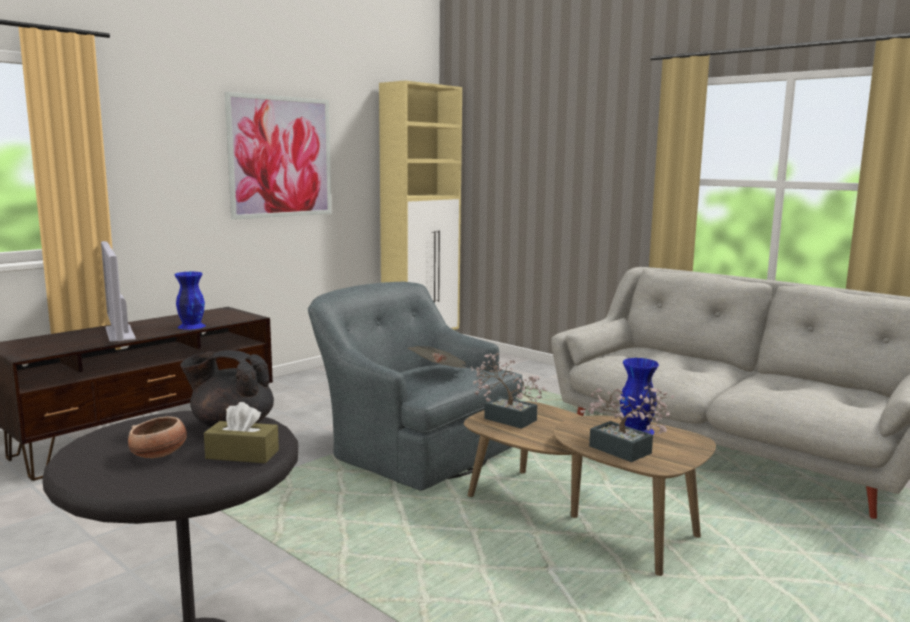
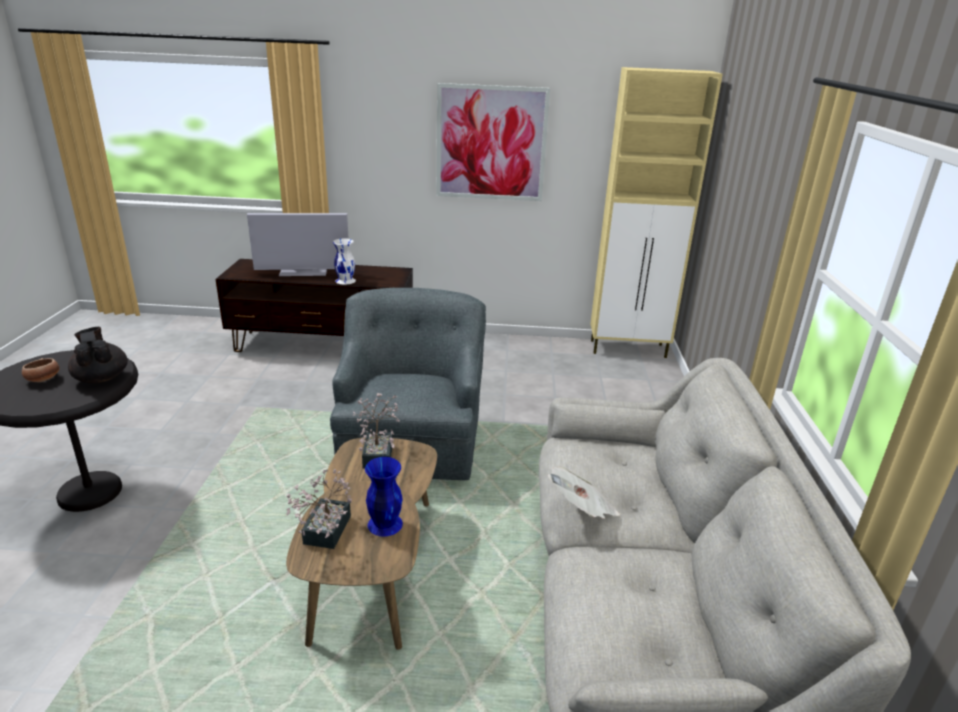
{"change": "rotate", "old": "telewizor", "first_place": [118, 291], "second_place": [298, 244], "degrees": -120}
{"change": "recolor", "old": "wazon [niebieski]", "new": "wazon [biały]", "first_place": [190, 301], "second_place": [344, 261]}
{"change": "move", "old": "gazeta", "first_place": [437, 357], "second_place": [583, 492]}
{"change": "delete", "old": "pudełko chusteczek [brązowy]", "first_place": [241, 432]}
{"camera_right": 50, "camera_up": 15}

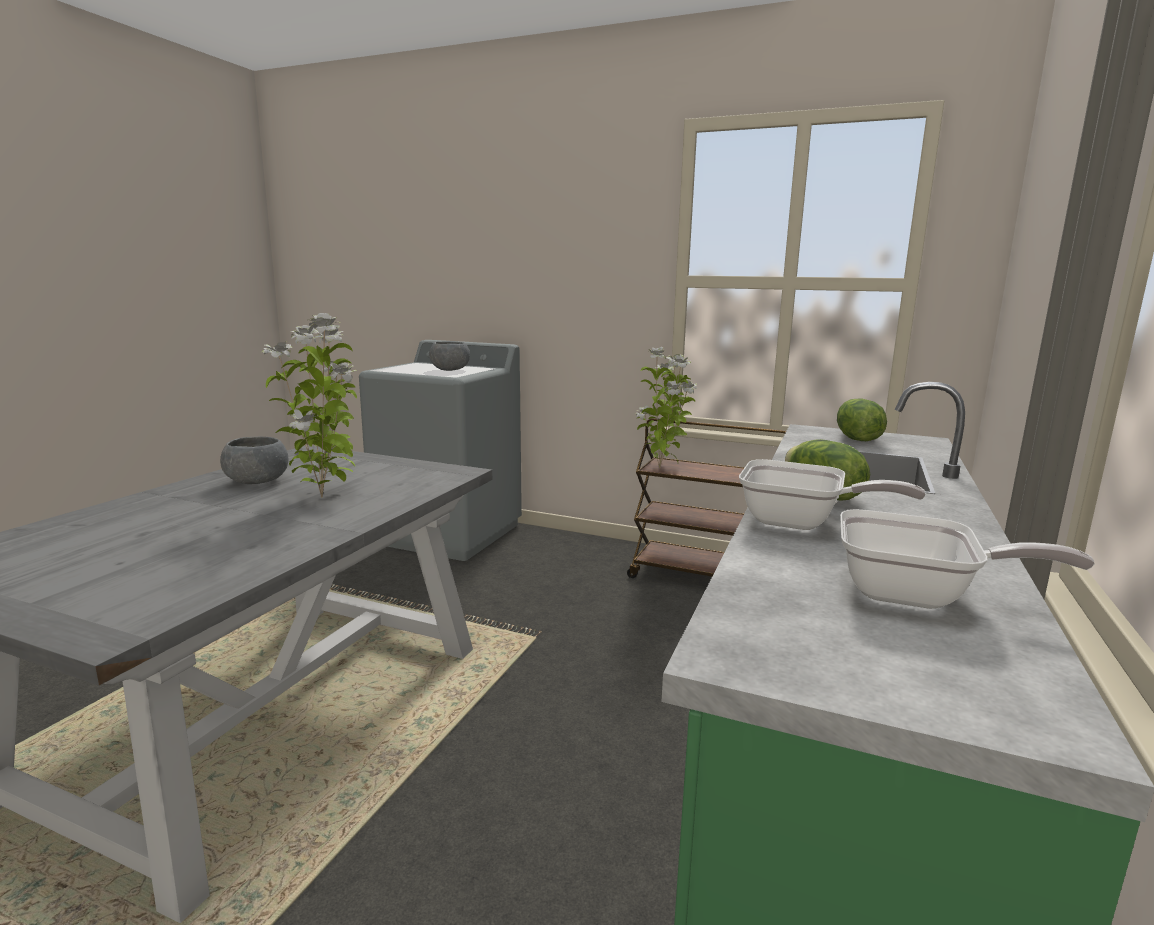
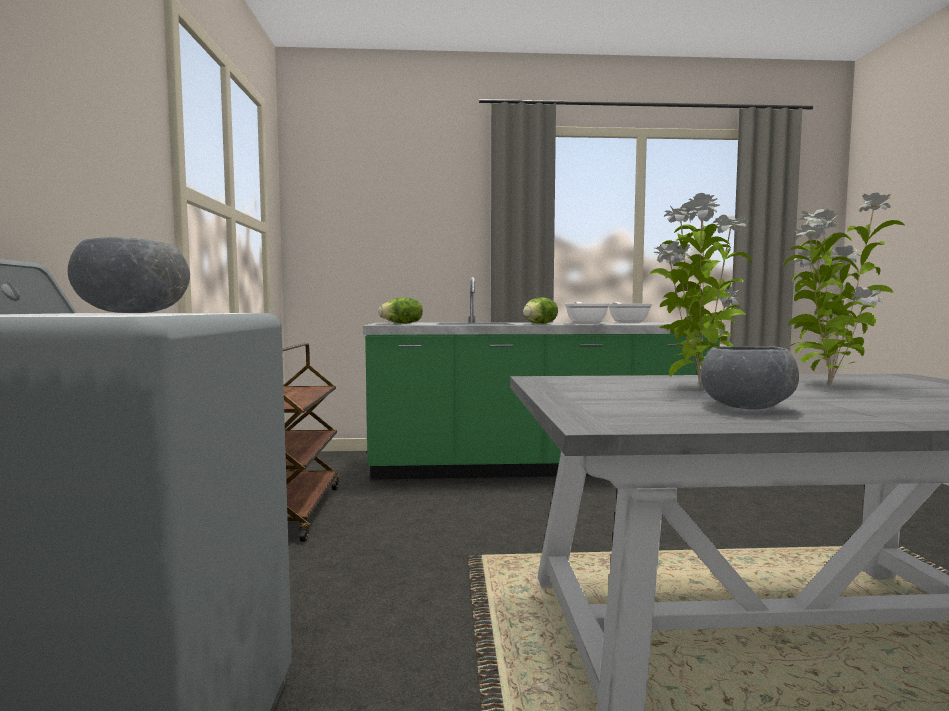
{"change": "move", "old": "roślina doniczkowa", "first_place": [666, 407], "second_place": [844, 289]}
{"camera_right": -115, "camera_up": -10}

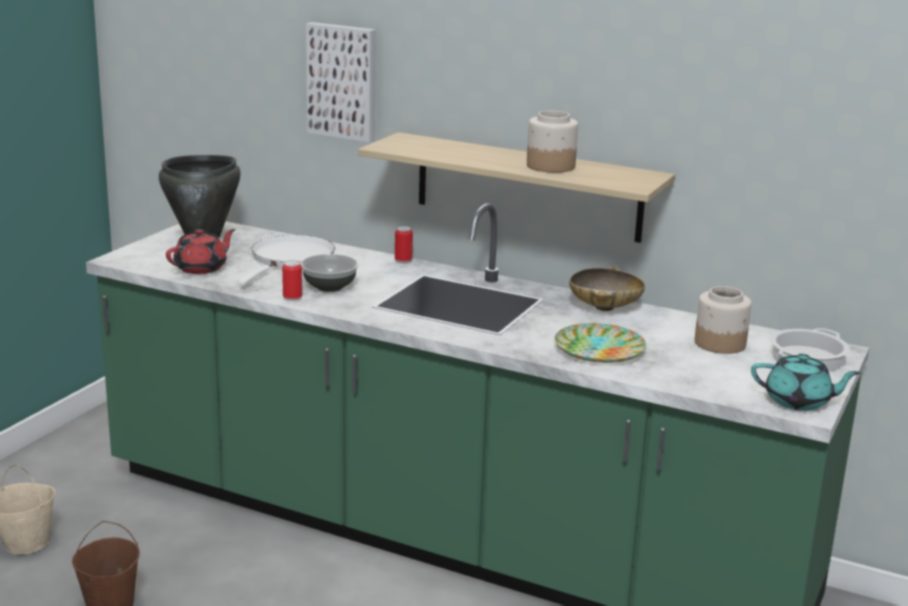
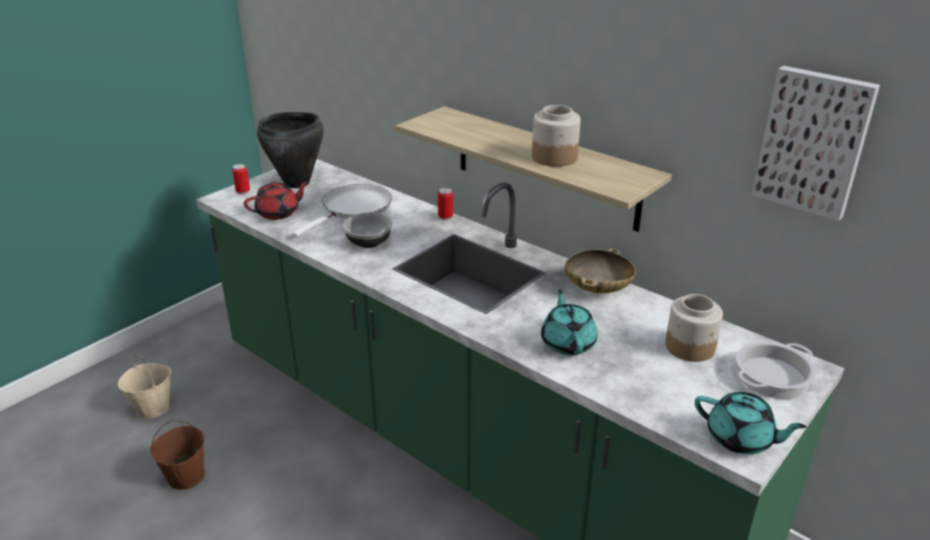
{"change": "move", "old": "obraz", "first_place": [341, 82], "second_place": [816, 143]}
{"change": "move", "old": "puszka", "first_place": [292, 281], "second_place": [241, 179]}
{"change": "replace", "old": "talerz", "new": "imbryk [turkusowy]", "first_place": [600, 343], "second_place": [569, 322]}
{"camera_right": 15, "camera_up": 10}

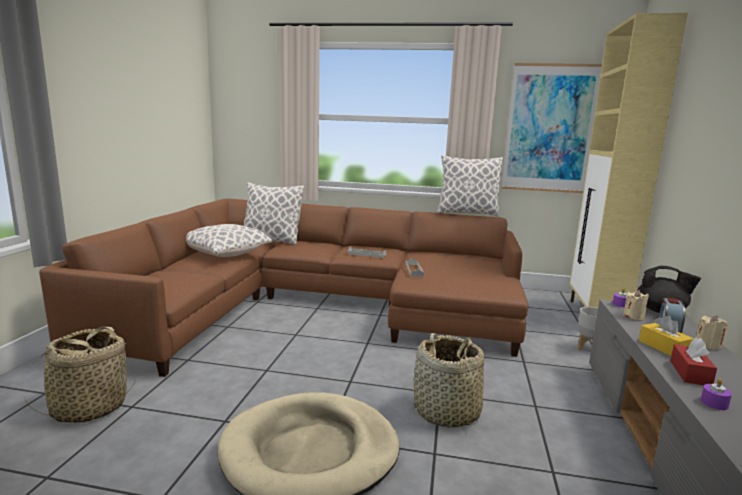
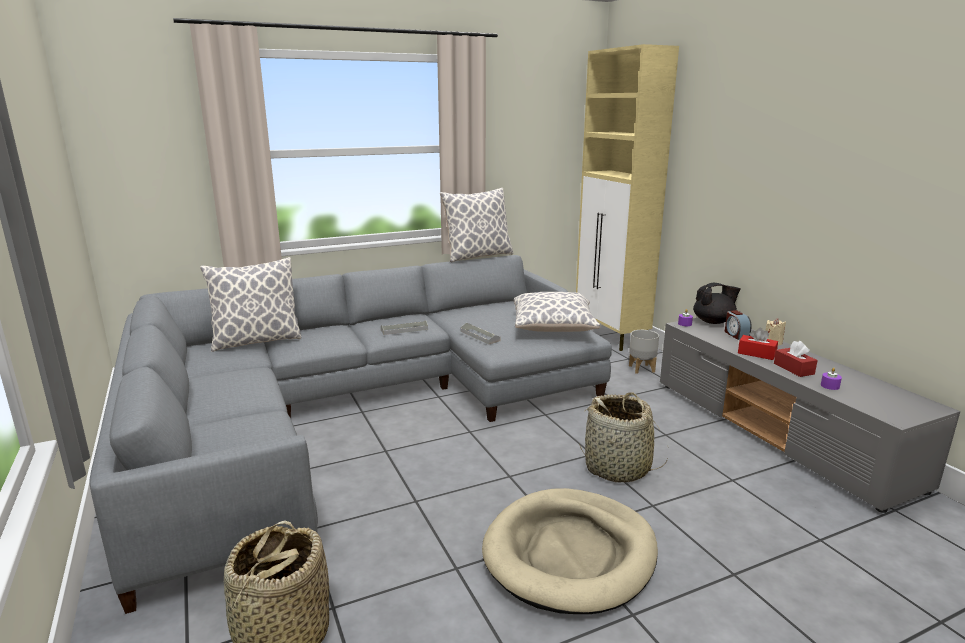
{"change": "delete", "old": "obraz", "first_place": [552, 128]}
{"change": "recolor", "old": "kanapa [brązowy]", "new": "kanapa [szary]", "first_place": [283, 287], "second_place": [350, 434]}
{"change": "move", "old": "poduszka", "first_place": [229, 240], "second_place": [557, 312]}
{"change": "delete", "old": "świeca [beżowy]", "first_place": [636, 305]}
{"change": "recolor", "old": "pudełko chusteczek [żółty]", "new": "pudełko chusteczek [czerwony]", "first_place": [666, 335], "second_place": [758, 344]}
{"camera_right": -35, "camera_up": 5}

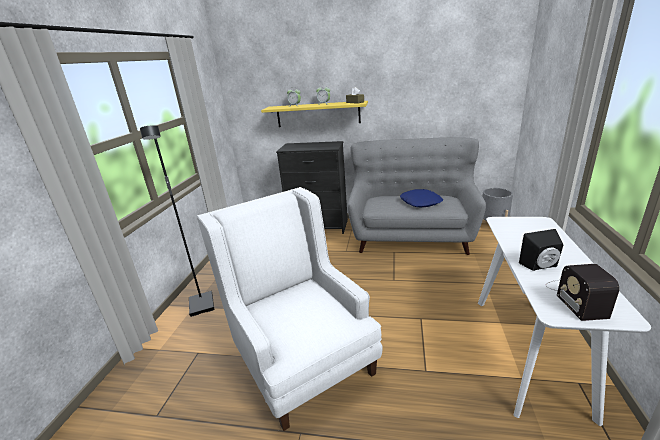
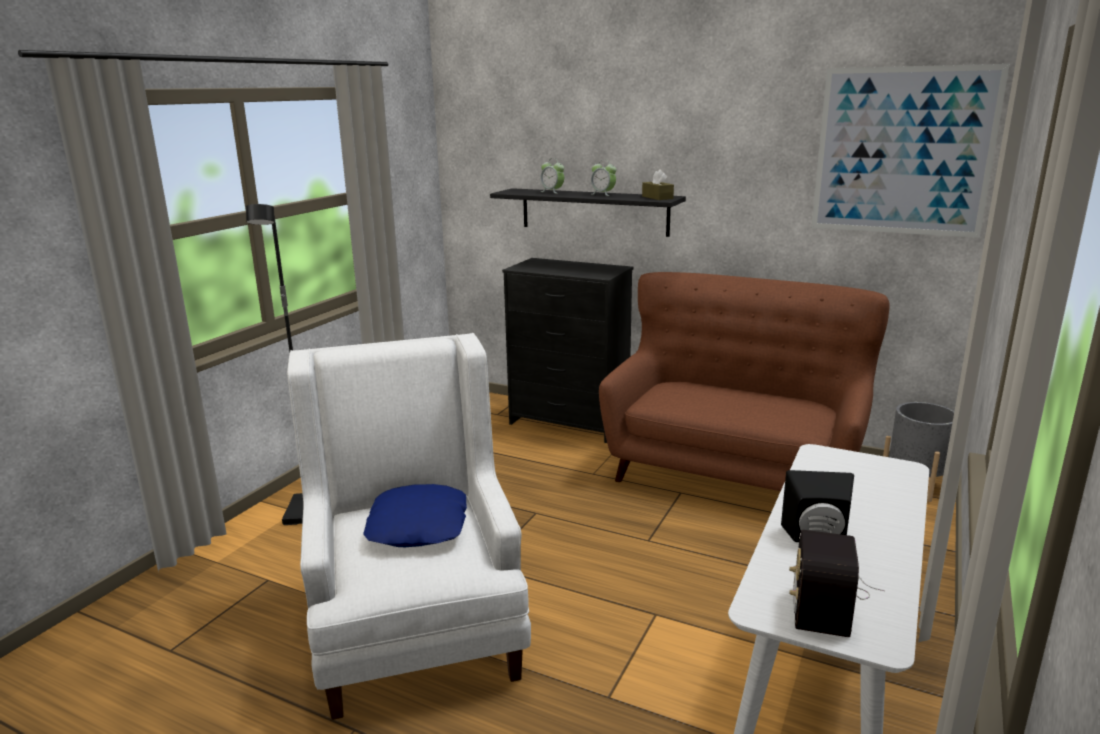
{"change": "recolor", "old": "półka [żółty]", "new": "półka [czarny]", "first_place": [314, 114], "second_place": [588, 212]}
{"change": "recolor", "old": "kanapa [szary]", "new": "kanapa [brązowy]", "first_place": [416, 196], "second_place": [744, 381]}
{"change": "move", "old": "poduszka [niebieski]", "first_place": [421, 198], "second_place": [415, 515]}
{"change": "insert", "new": "obraz", "second_place": [910, 151]}
{"camera_right": 15, "camera_up": -5}

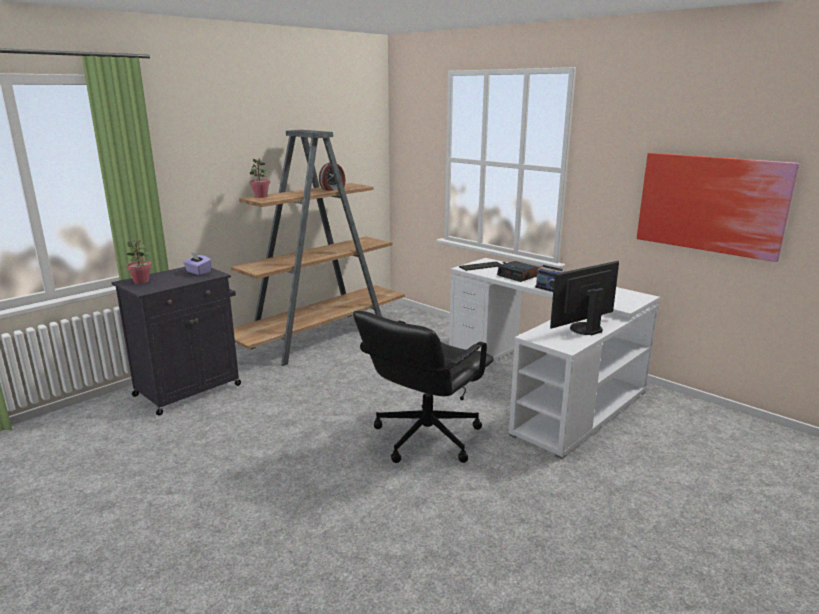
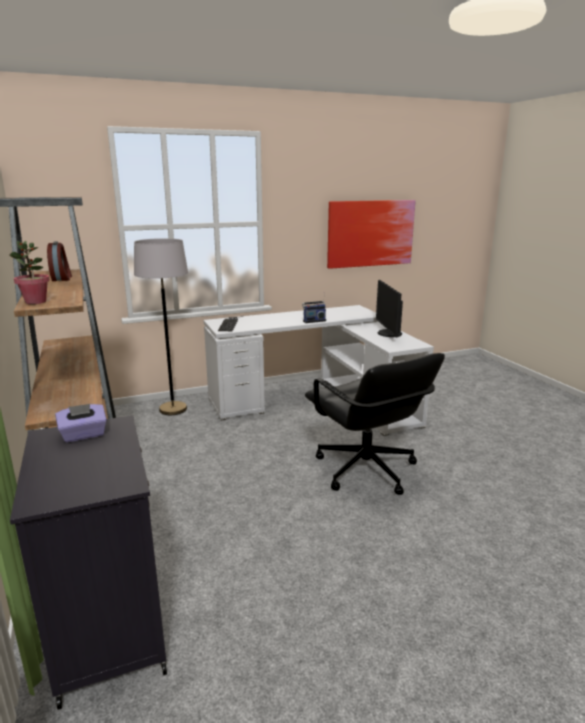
{"change": "delete", "old": "roślina doniczkowa", "first_place": [139, 261]}
{"change": "delete", "old": "budzik", "first_place": [518, 271]}
{"change": "insert", "new": "lampa stojąca [szary]", "second_place": [161, 326]}
{"camera_right": -65, "camera_up": 0}

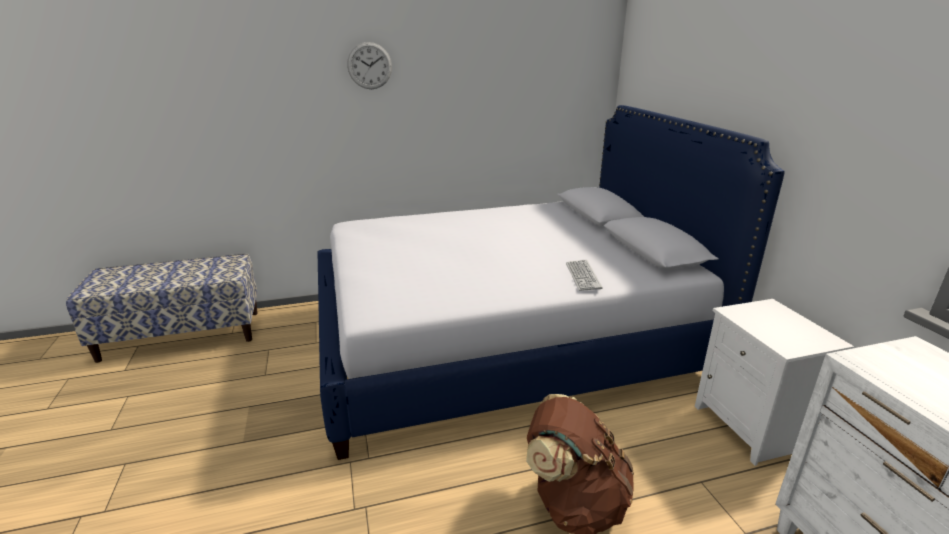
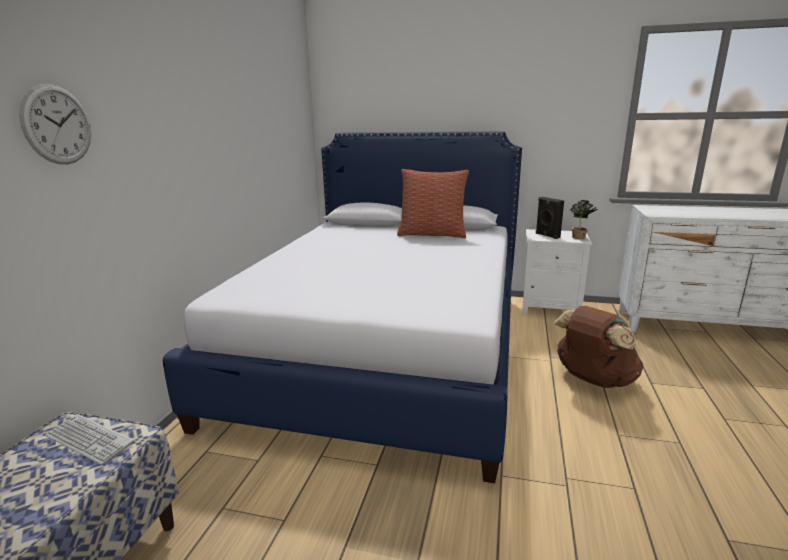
{"change": "move", "old": "zegar ścienny", "first_place": [369, 65], "second_place": [55, 124]}
{"change": "move", "old": "klawiatura", "first_place": [584, 275], "second_place": [89, 439]}
{"change": "insert", "new": "poduszka", "second_place": [433, 203]}
{"change": "insert", "new": "głośnik [czarny]", "second_place": [550, 218]}
{"change": "insert", "new": "roślina doniczkowa", "second_place": [584, 219]}
{"camera_right": -60, "camera_up": -5}

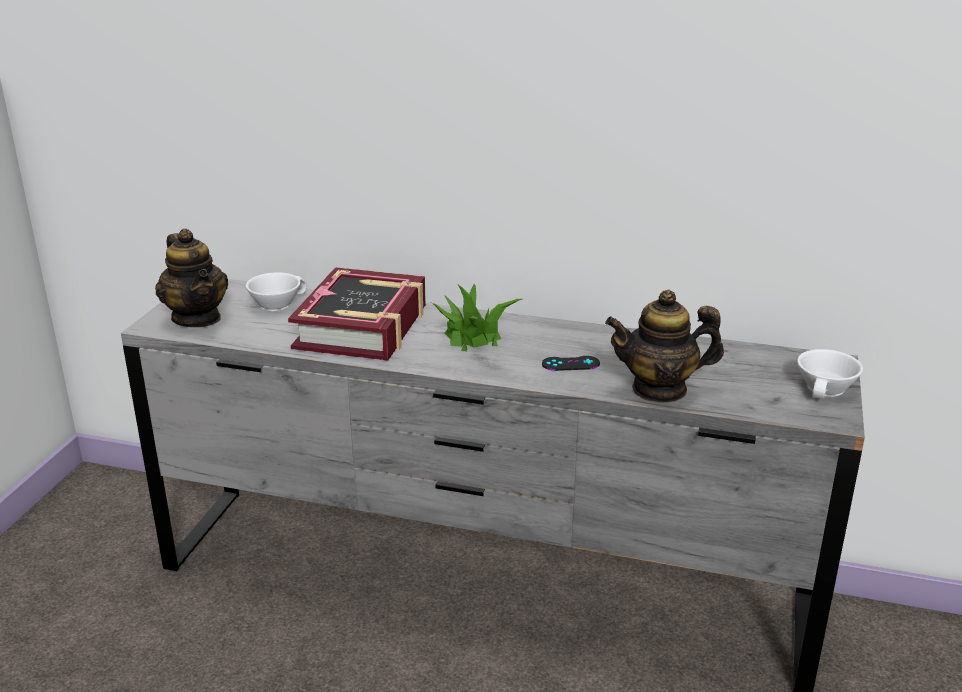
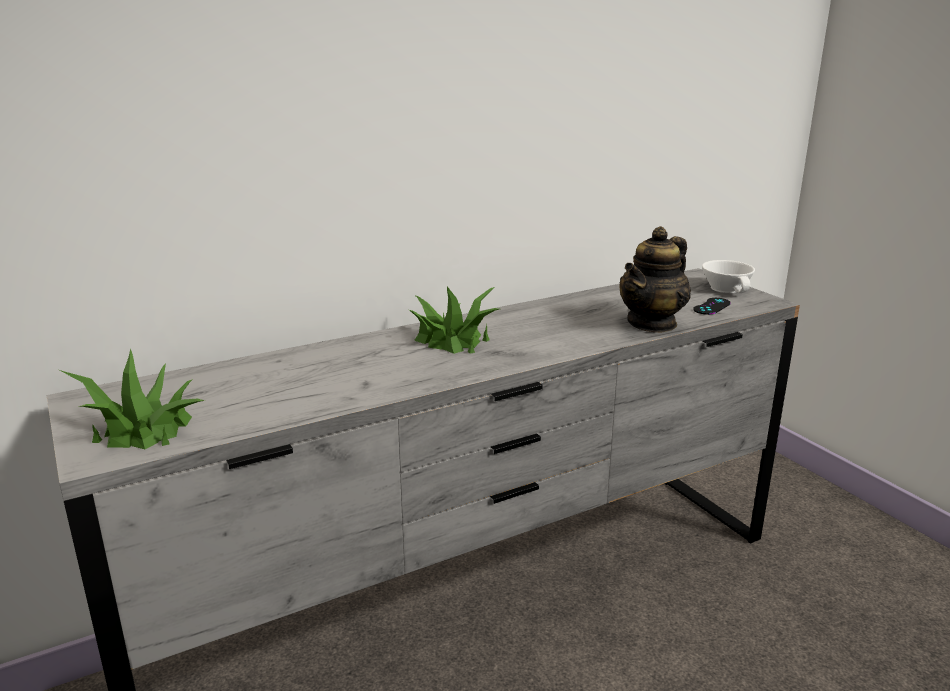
{"change": "replace", "old": "imbryk", "new": "roślina doniczkowa", "first_place": [191, 278], "second_place": [132, 398]}
{"change": "delete", "old": "książka", "first_place": [357, 314]}
{"change": "delete", "old": "filiżanka [biały]", "first_place": [276, 291]}
{"change": "move", "old": "pad do gier [czarny]", "first_place": [571, 363], "second_place": [712, 306]}
{"camera_right": -45, "camera_up": -5}

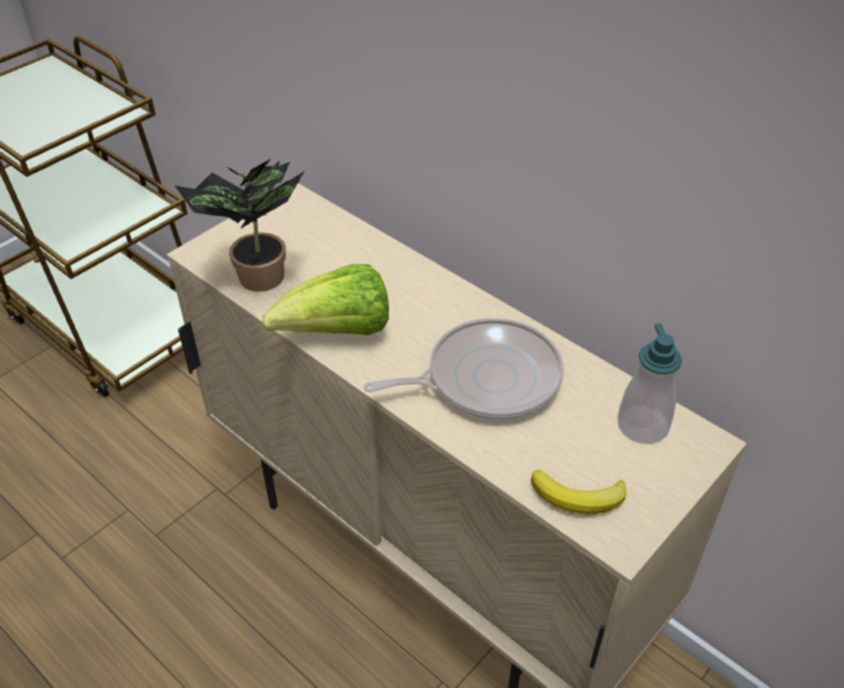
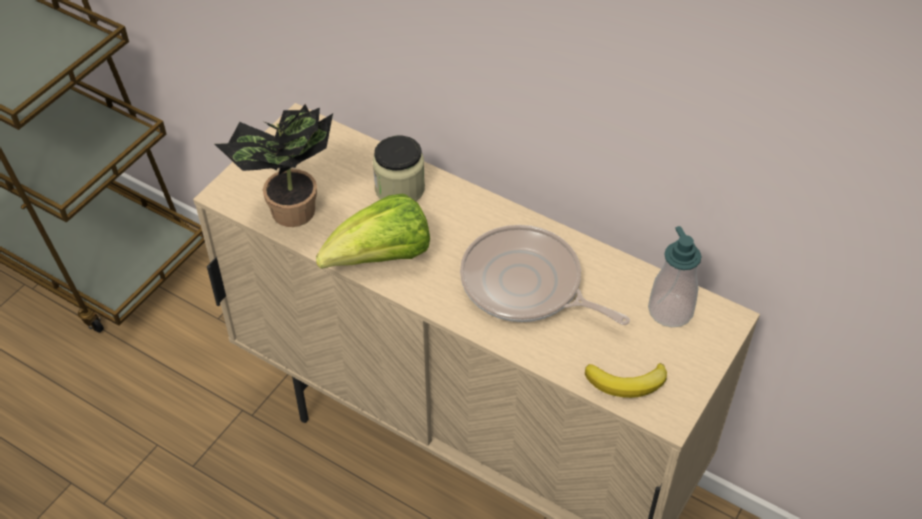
{"change": "rotate", "old": "patelnia", "first_place": [464, 369], "second_place": [545, 275], "degrees": -120}
{"change": "insert", "new": "słoik", "second_place": [399, 168]}
{"camera_right": -10, "camera_up": 5}

